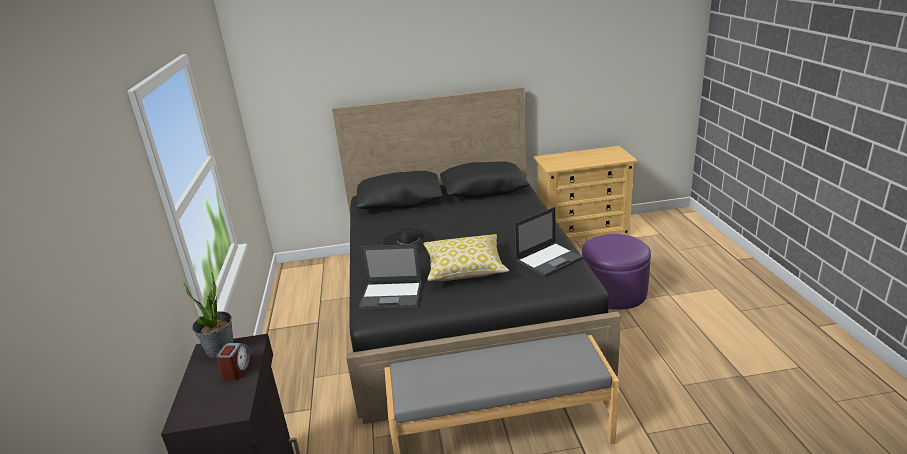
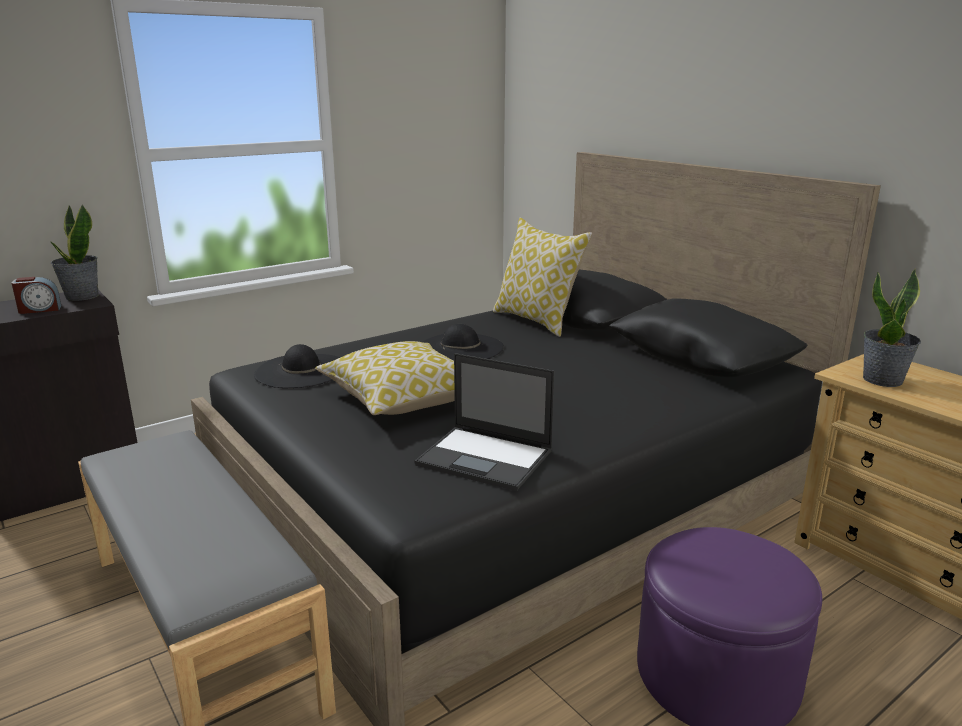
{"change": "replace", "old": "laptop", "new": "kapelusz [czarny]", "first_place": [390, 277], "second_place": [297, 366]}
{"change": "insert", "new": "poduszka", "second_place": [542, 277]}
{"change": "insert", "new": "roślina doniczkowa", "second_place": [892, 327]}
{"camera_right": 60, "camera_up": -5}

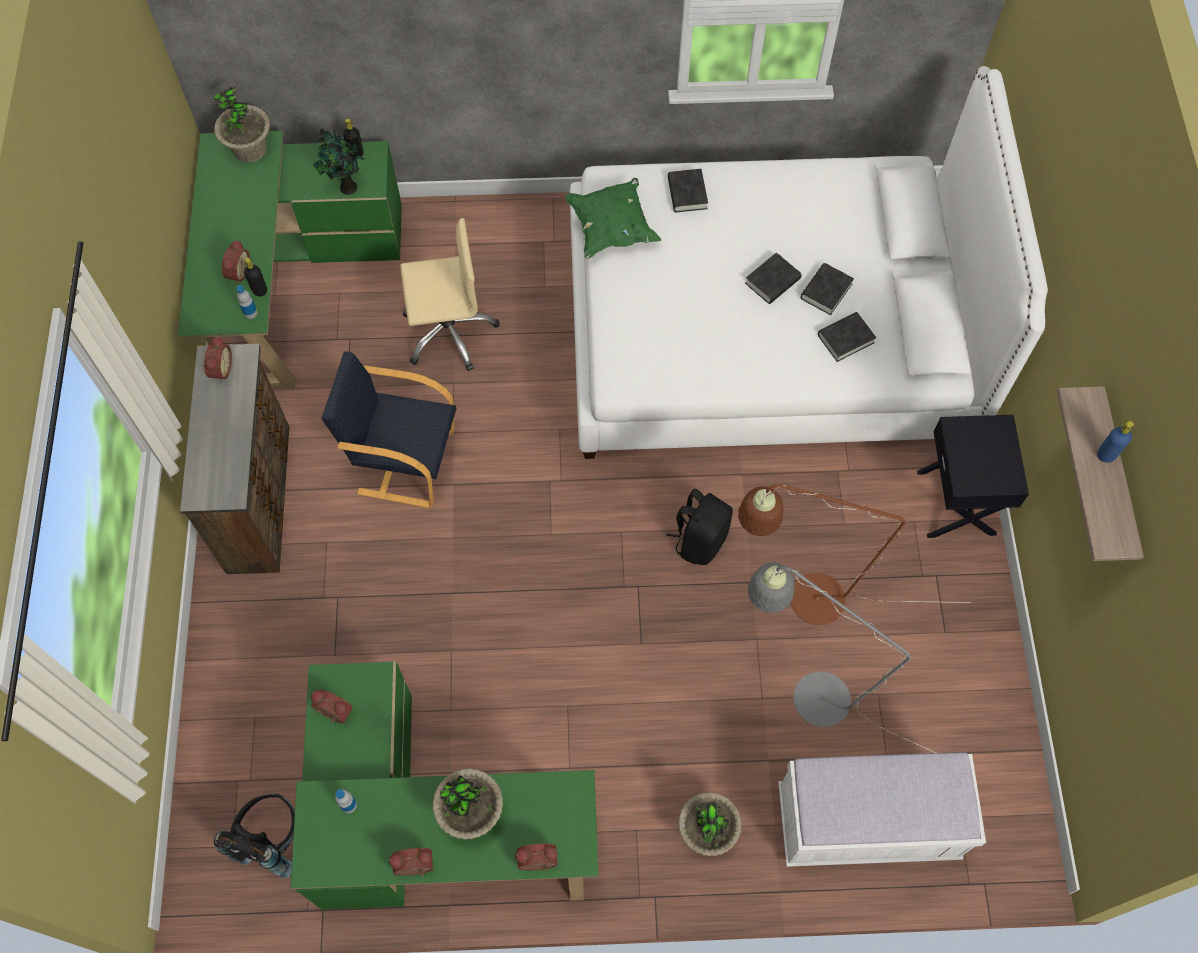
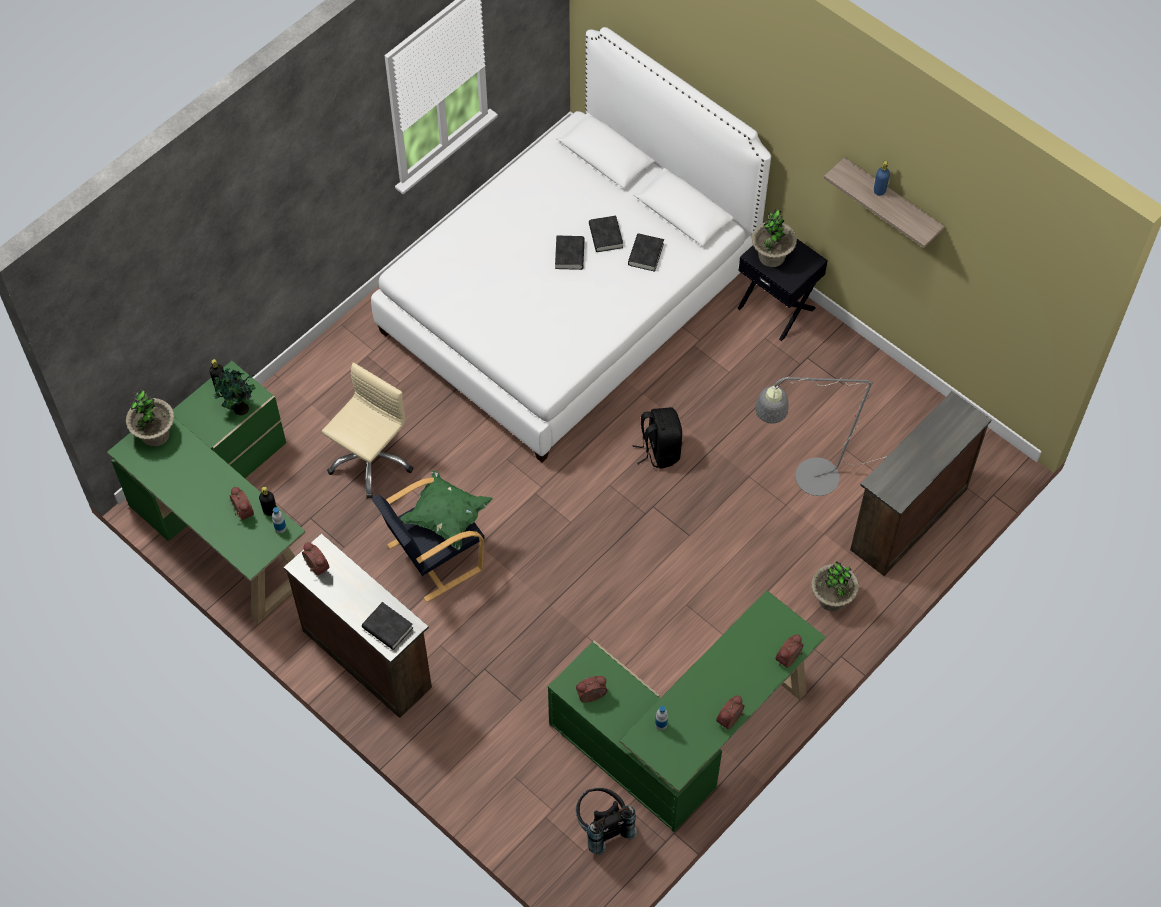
{"change": "move", "old": "książka [czarny]", "first_place": [688, 190], "second_place": [387, 626]}
{"change": "move", "old": "poduszka [zielony]", "first_place": [613, 218], "second_place": [446, 510]}
{"change": "delete", "old": "lampa stojąca [brązowy]", "first_place": [854, 555]}
{"change": "replace", "old": "ławka [biały]", "new": "komoda [brązowy]", "first_place": [882, 809], "second_place": [920, 483]}
{"change": "move", "old": "roślina doniczkowa", "first_place": [468, 804], "second_place": [774, 238]}
{"camera_right": -45, "camera_up": -5}

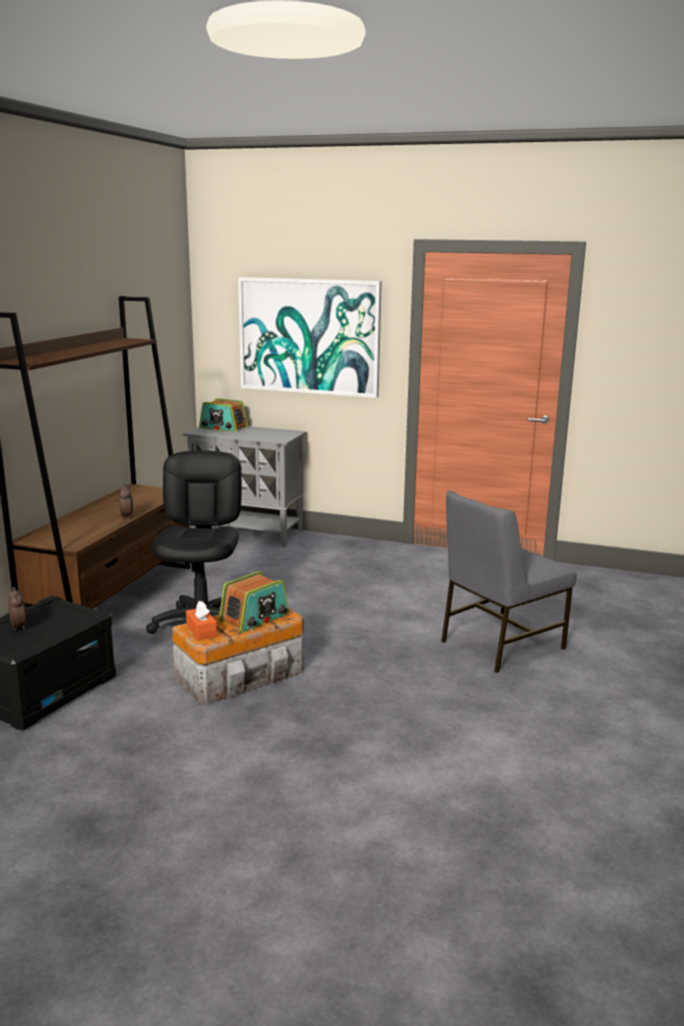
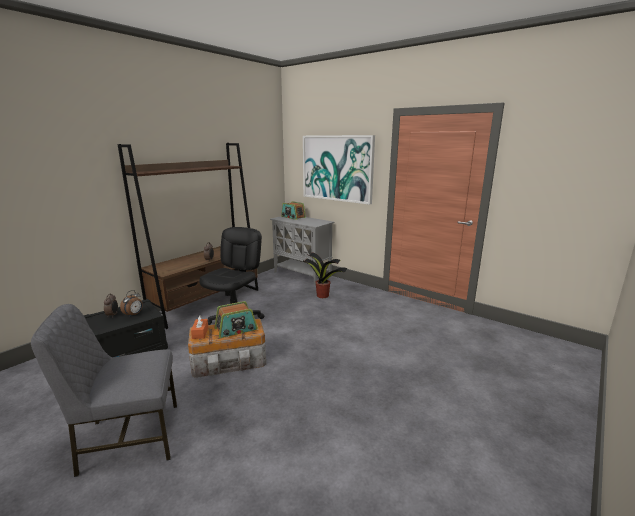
{"change": "move", "old": "krzesło [szary]", "first_place": [509, 581], "second_place": [104, 390]}
{"change": "insert", "new": "roślina doniczkowa", "second_place": [325, 275]}
{"change": "insert", "new": "budzik", "second_place": [131, 303]}
{"camera_right": 20, "camera_up": 0}

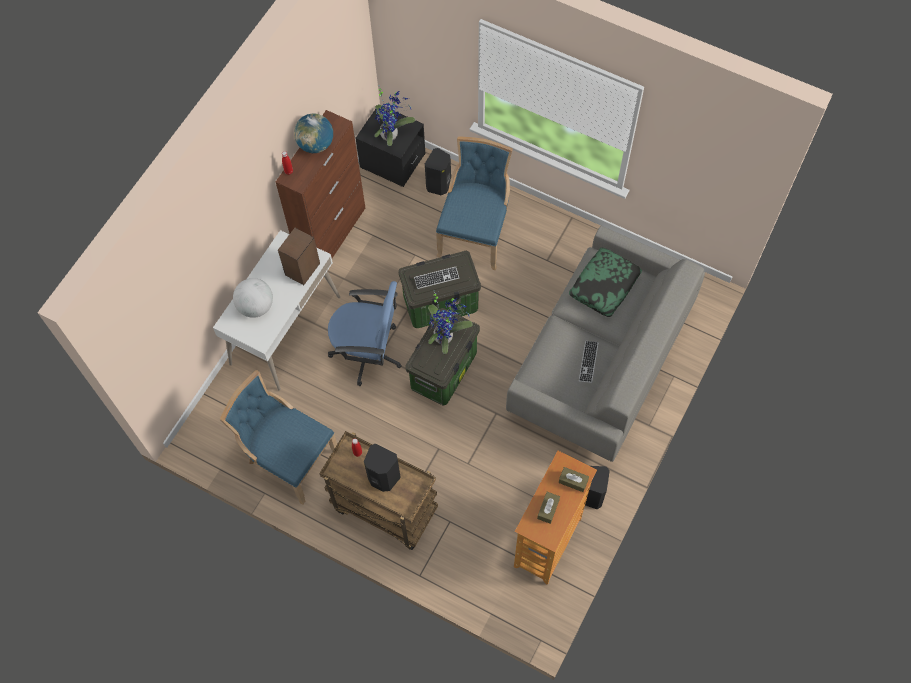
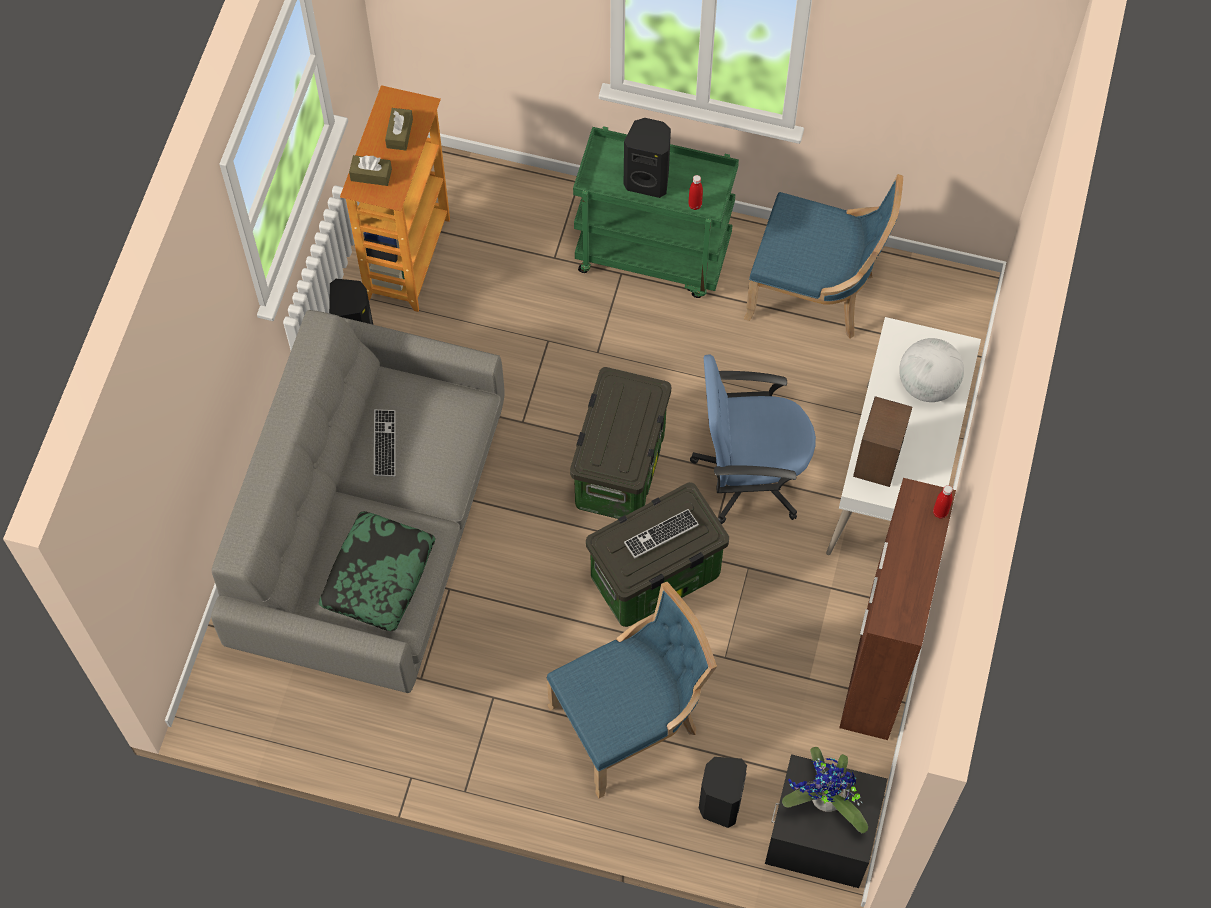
{"change": "delete", "old": "globus", "first_place": [313, 133]}
{"change": "rotate", "old": "krzesło [niebieski]", "first_place": [474, 203], "second_place": [631, 690], "degrees": -120}
{"change": "delete", "old": "roślina doniczkowa", "first_place": [450, 323]}
{"change": "recolor", "old": "wózek [brązowy]", "new": "wózek [zielony]", "first_place": [378, 490], "second_place": [656, 212]}
{"camera_right": 165, "camera_up": 0}

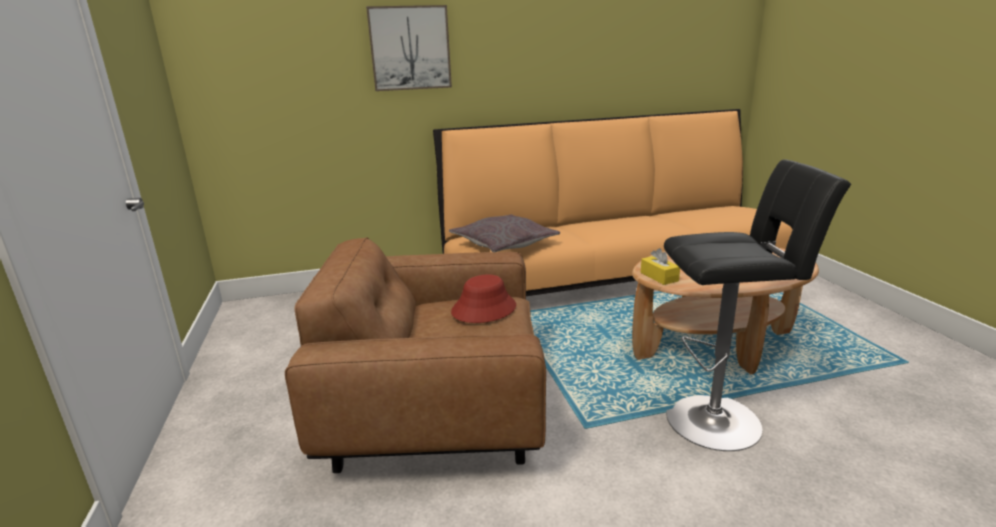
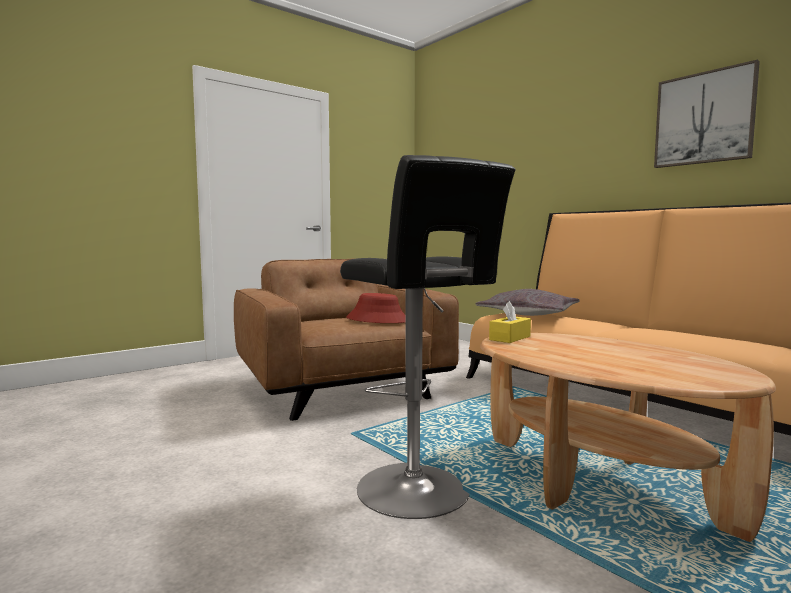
{"change": "move", "old": "obraz", "first_place": [409, 48], "second_place": [707, 114]}
{"camera_right": 65, "camera_up": -15}

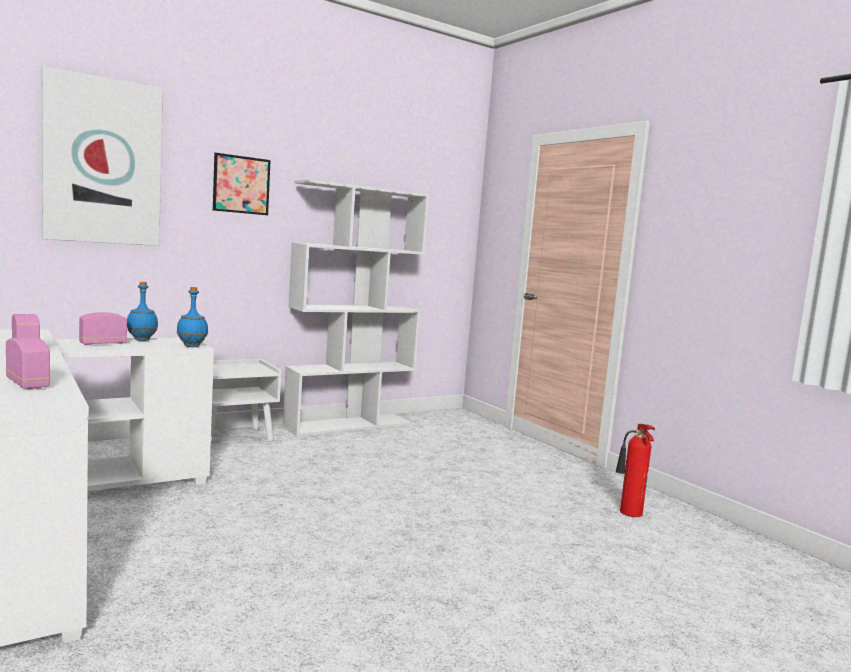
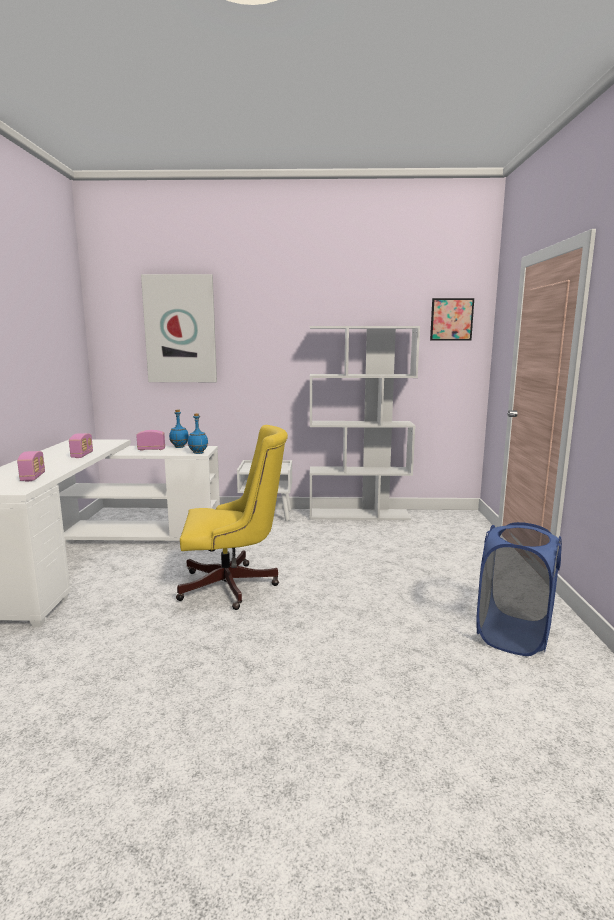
{"change": "move", "old": "obraz", "first_place": [242, 184], "second_place": [452, 319]}
{"change": "replace", "old": "gaśnica", "new": "kosz na pranie [niebieski]", "first_place": [635, 470], "second_place": [519, 589]}
{"change": "insert", "new": "krzesło biurowe [żółty]", "second_place": [232, 517]}
{"camera_right": 35, "camera_up": 5}

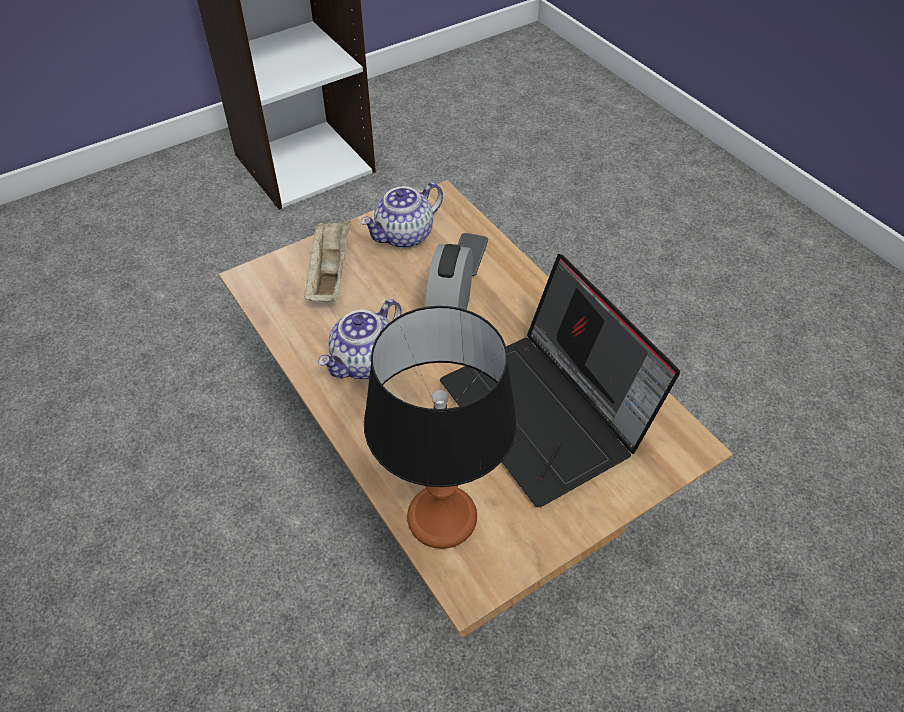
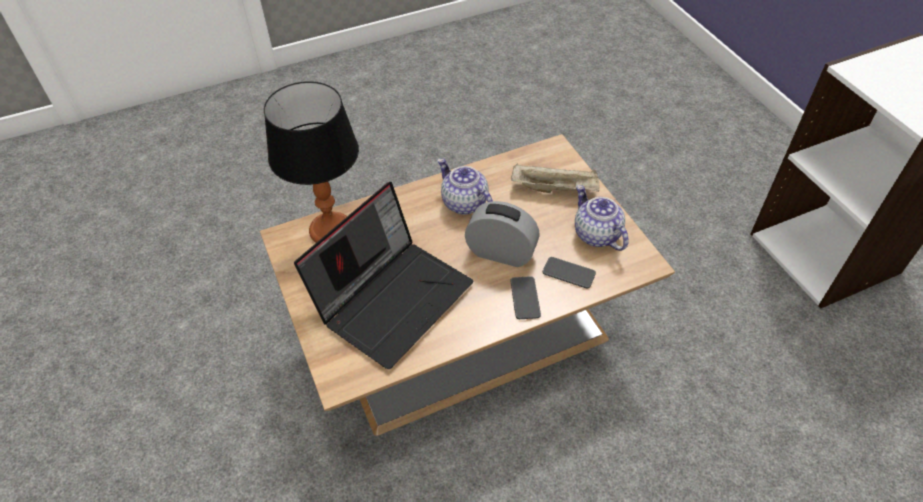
{"change": "rotate", "old": "laptop", "first_place": [560, 380], "second_place": [383, 275], "degrees": 150}
{"change": "insert", "new": "telefon", "second_place": [525, 297]}
{"camera_right": 100, "camera_up": 0}

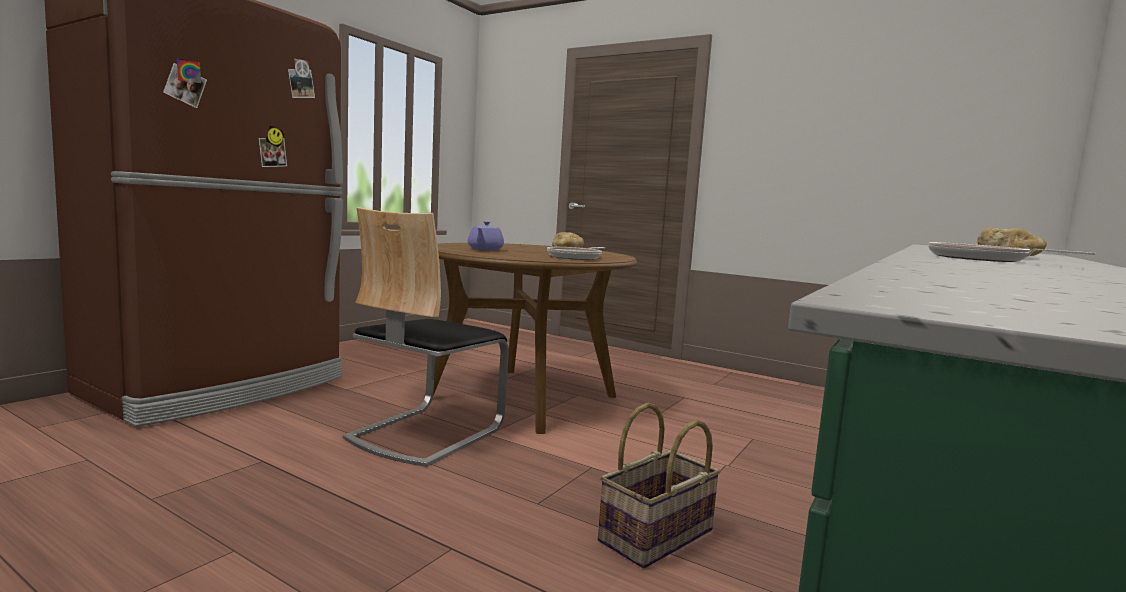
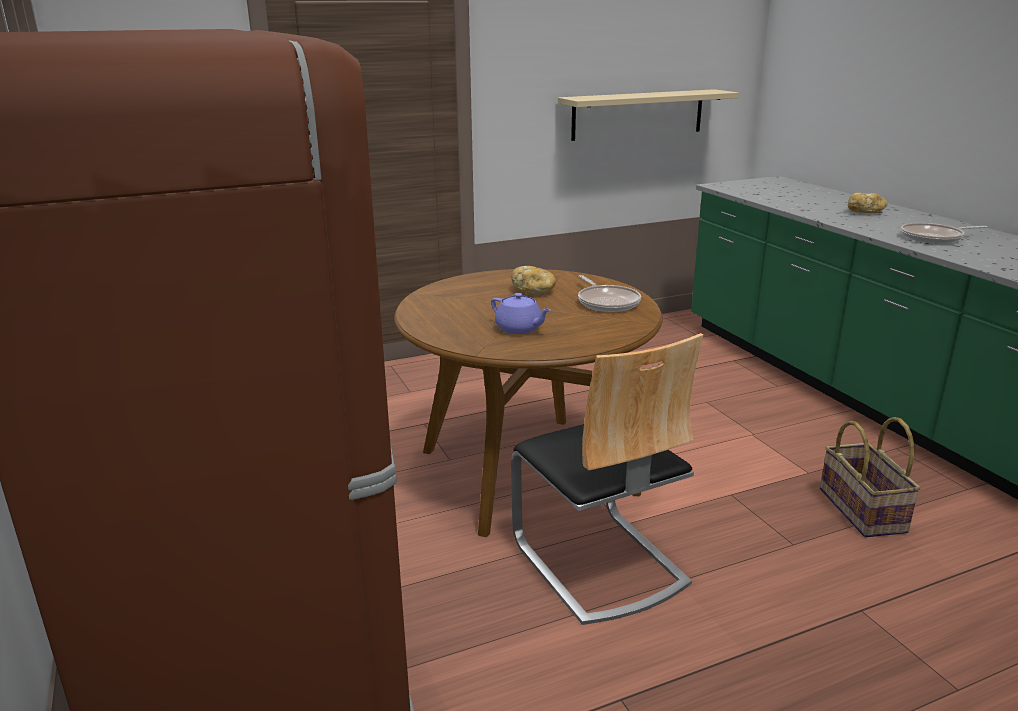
{"change": "insert", "new": "półka [beżowy]", "second_place": [648, 115]}
{"camera_right": -55, "camera_up": 15}

